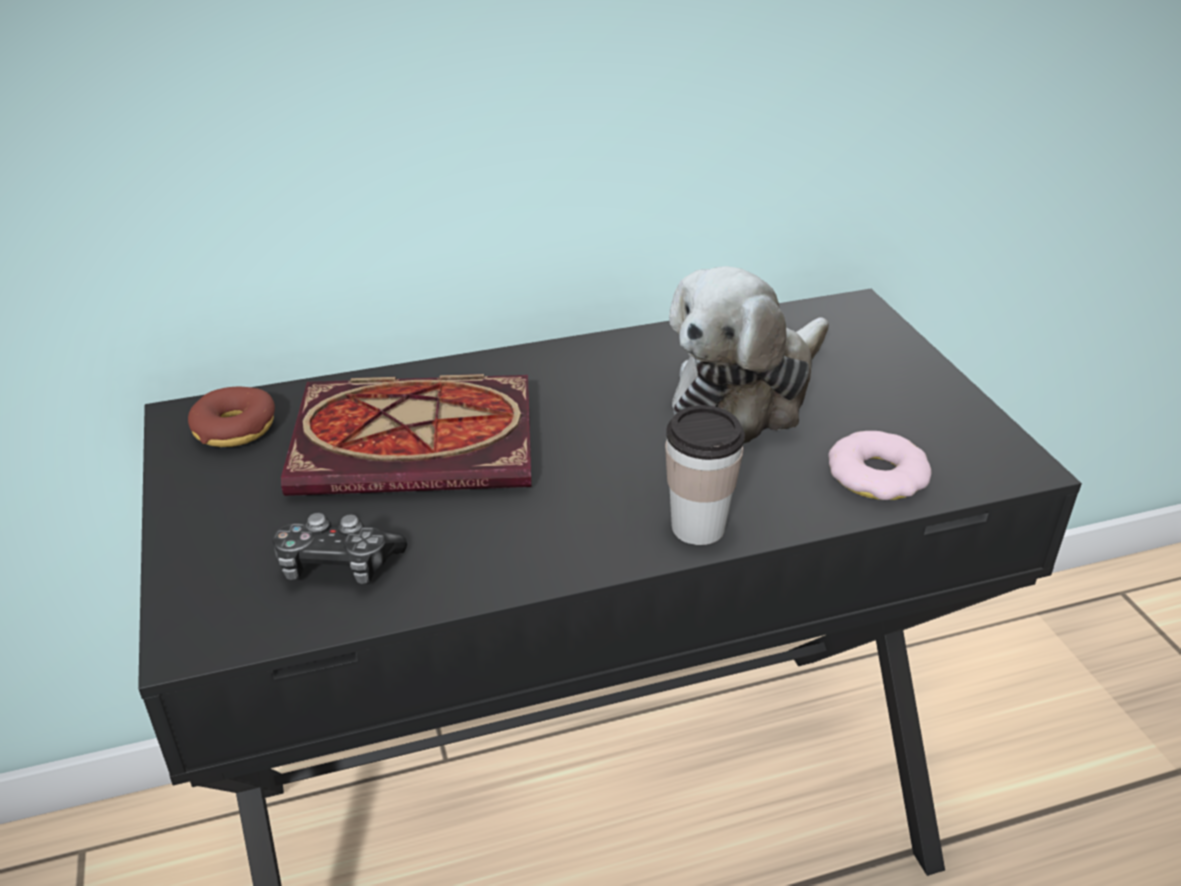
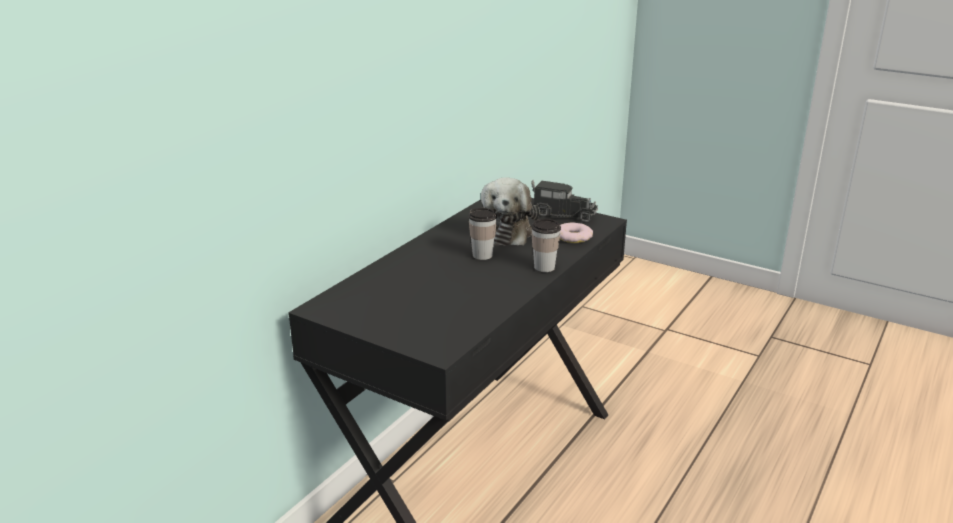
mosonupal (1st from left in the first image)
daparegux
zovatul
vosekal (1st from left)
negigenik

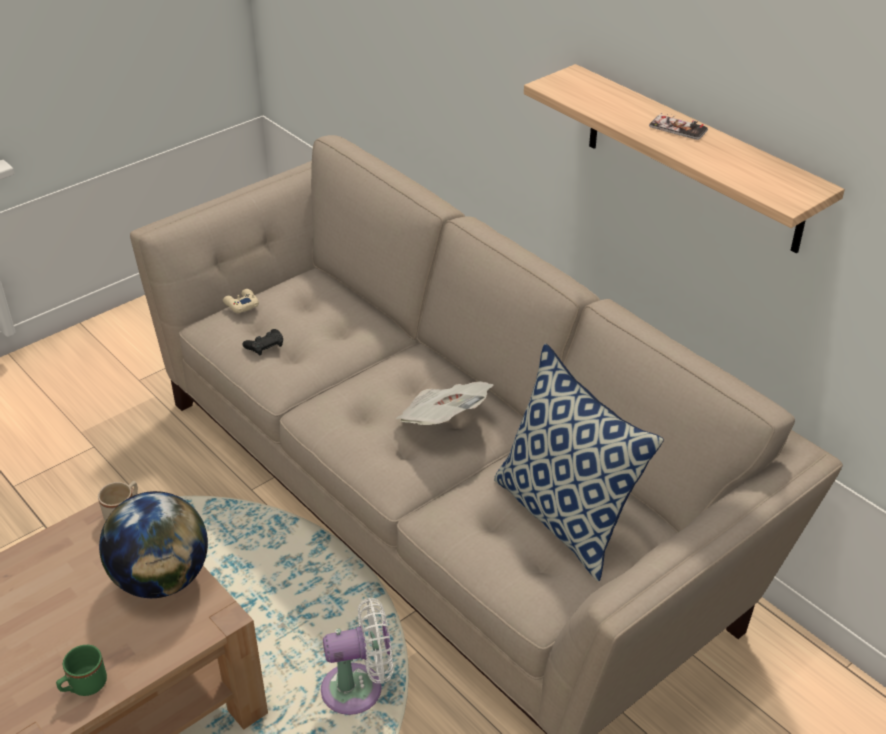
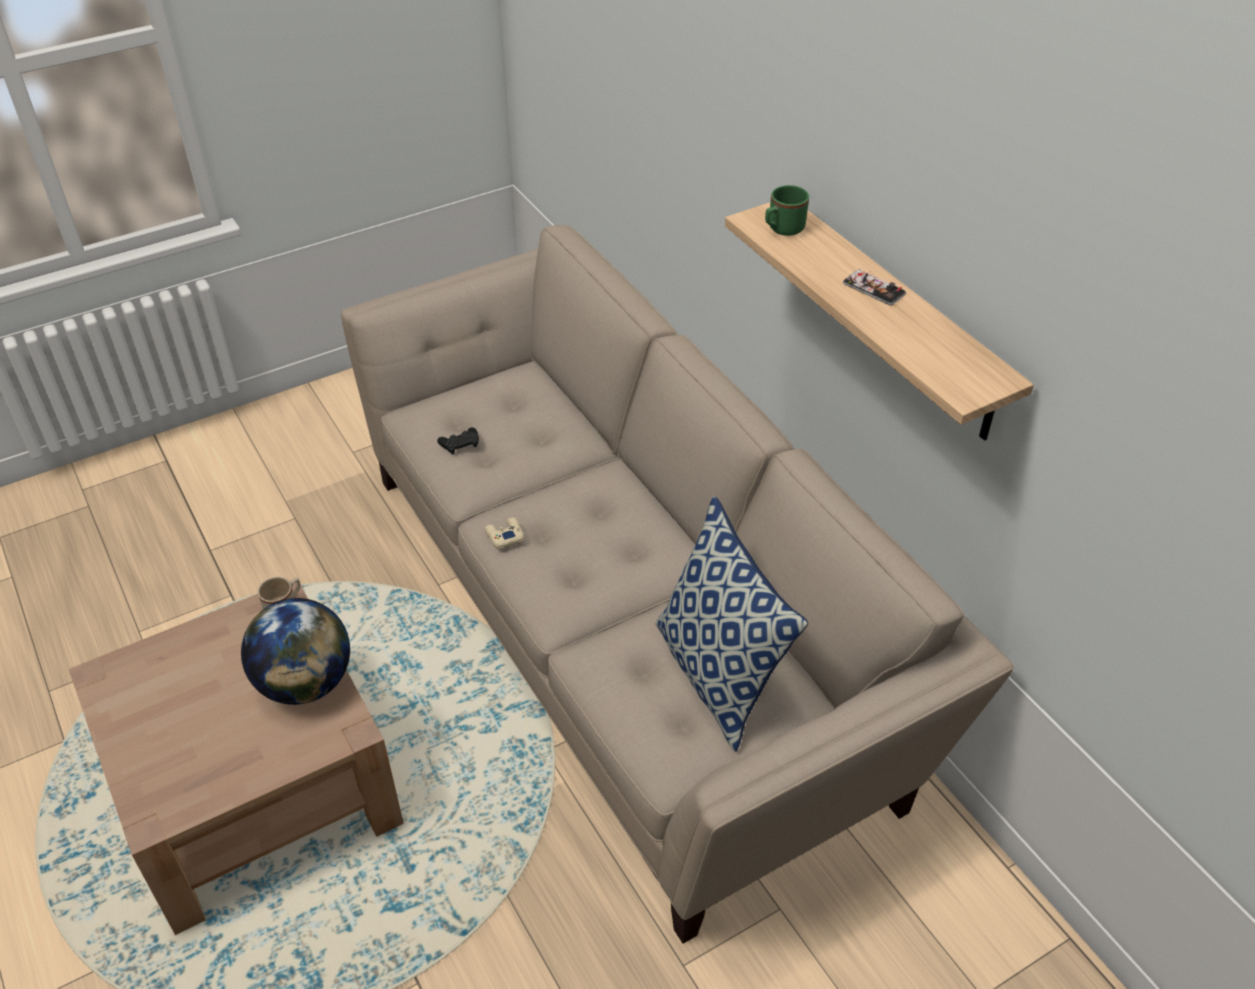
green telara
beige daparegux
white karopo
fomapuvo

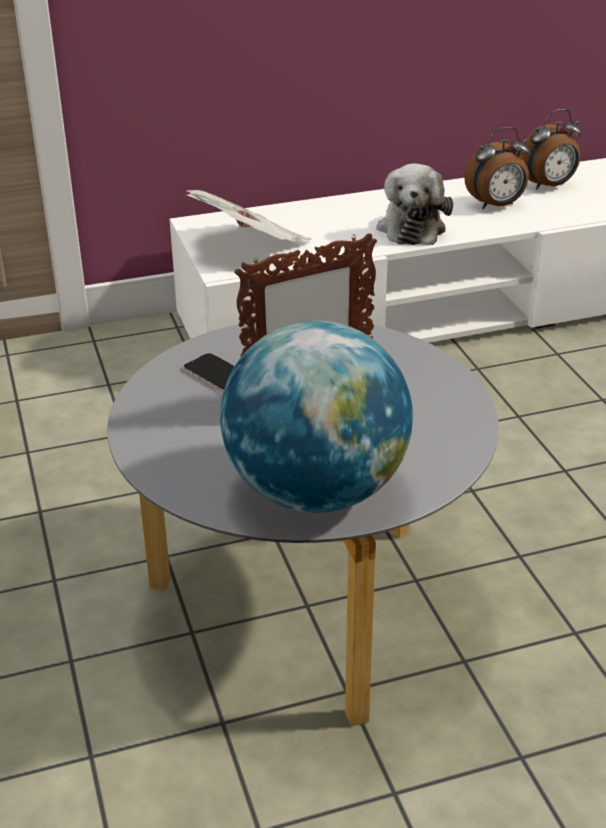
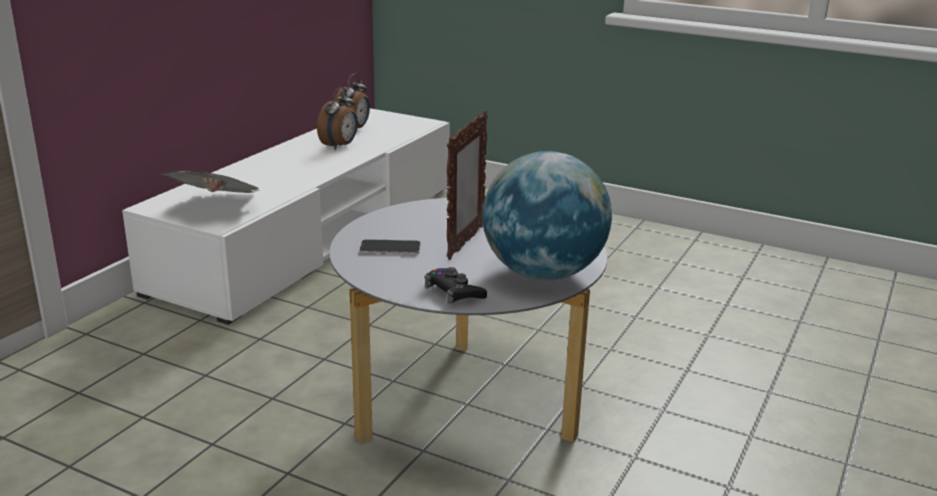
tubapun
black daparegux

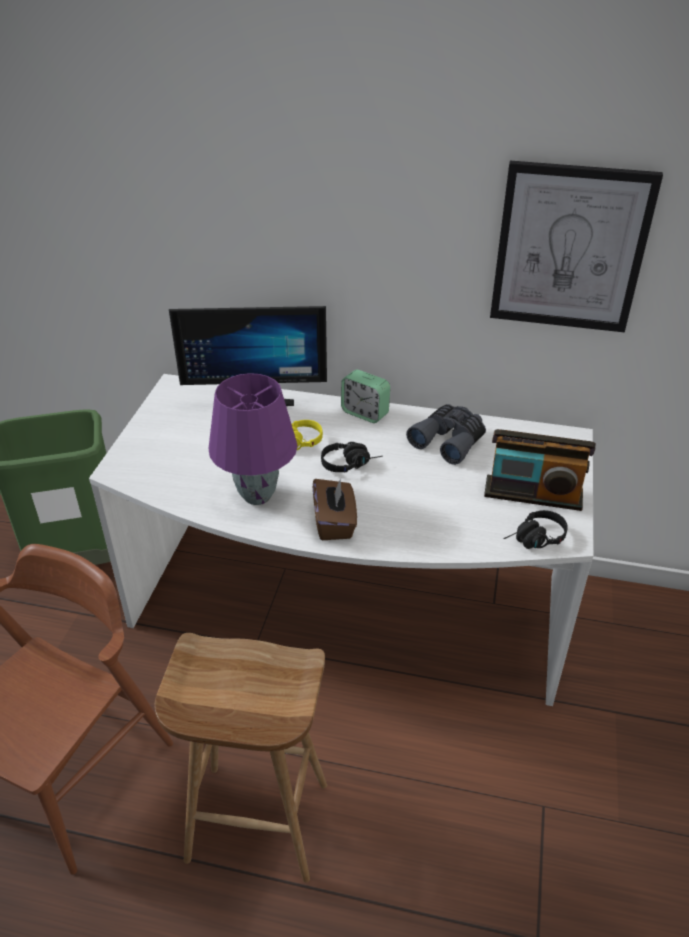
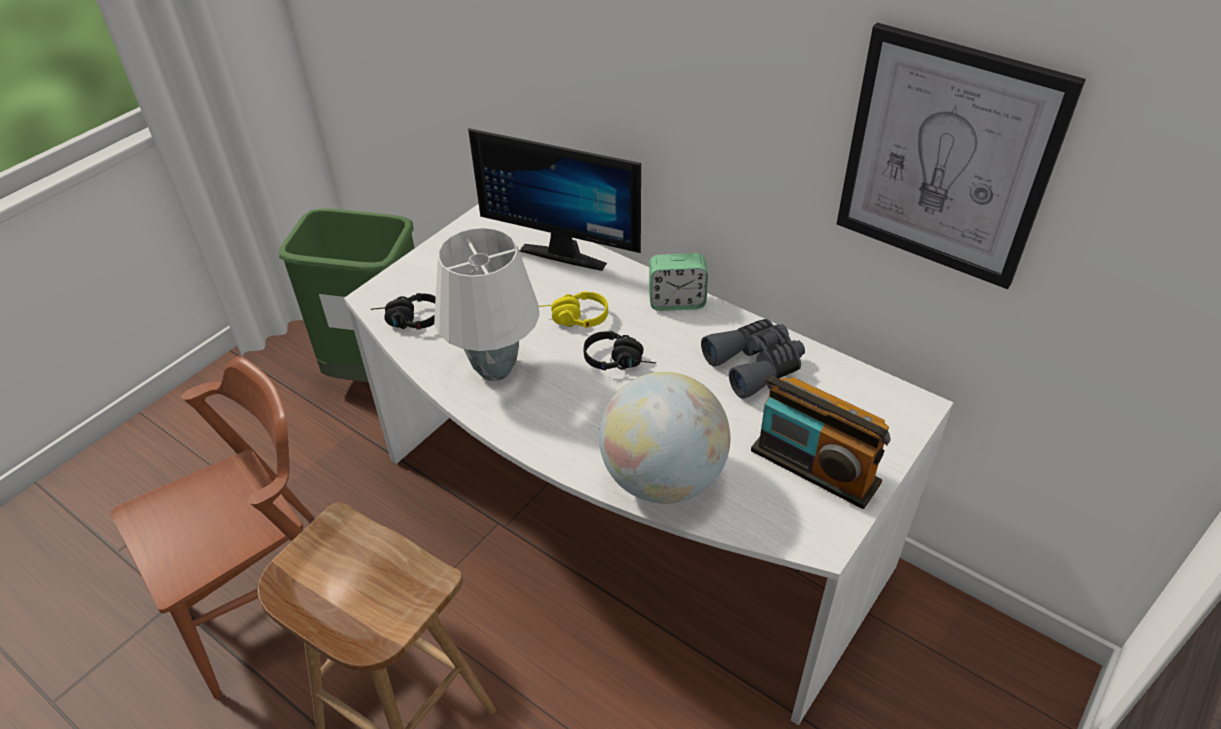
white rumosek
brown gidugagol
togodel
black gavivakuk (1st from left)
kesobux

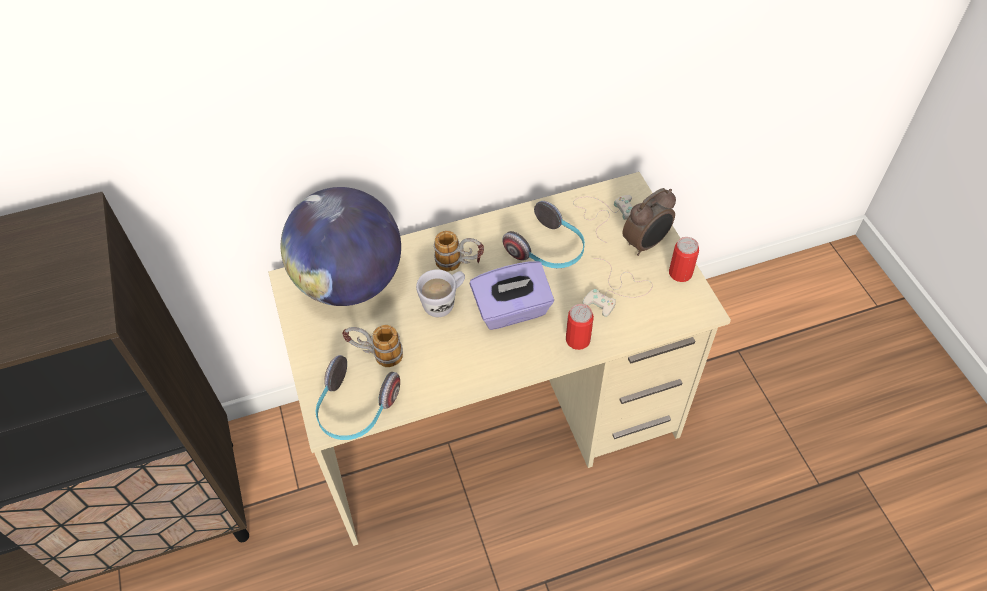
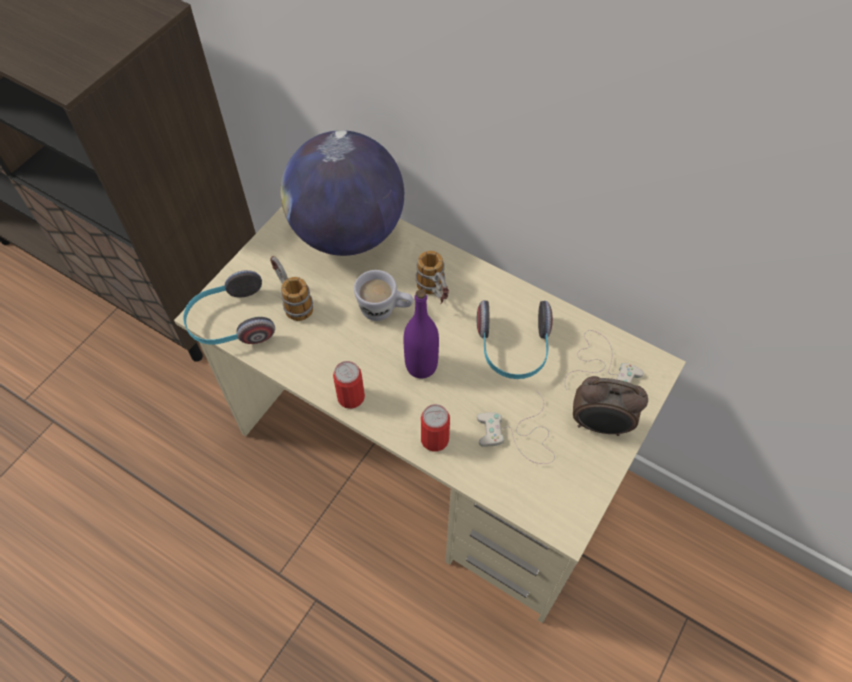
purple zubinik
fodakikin (1st from left)

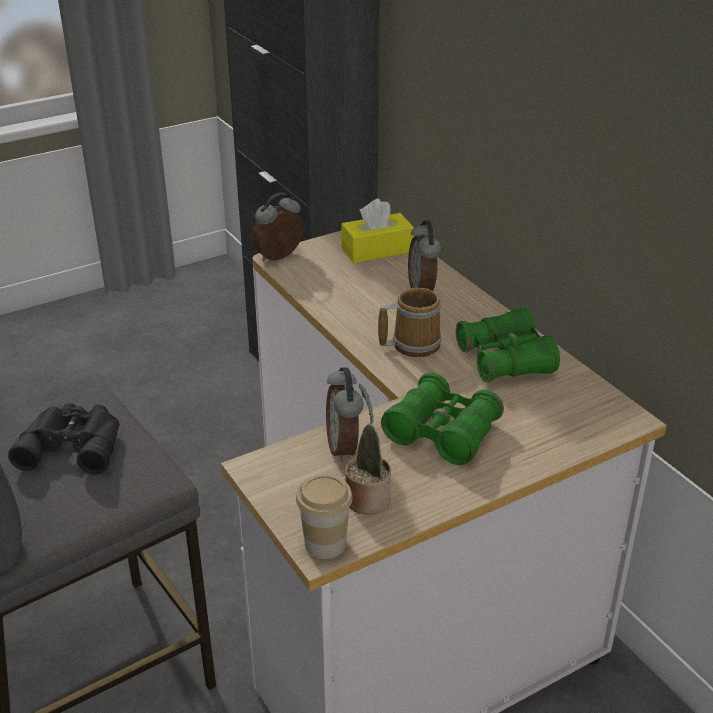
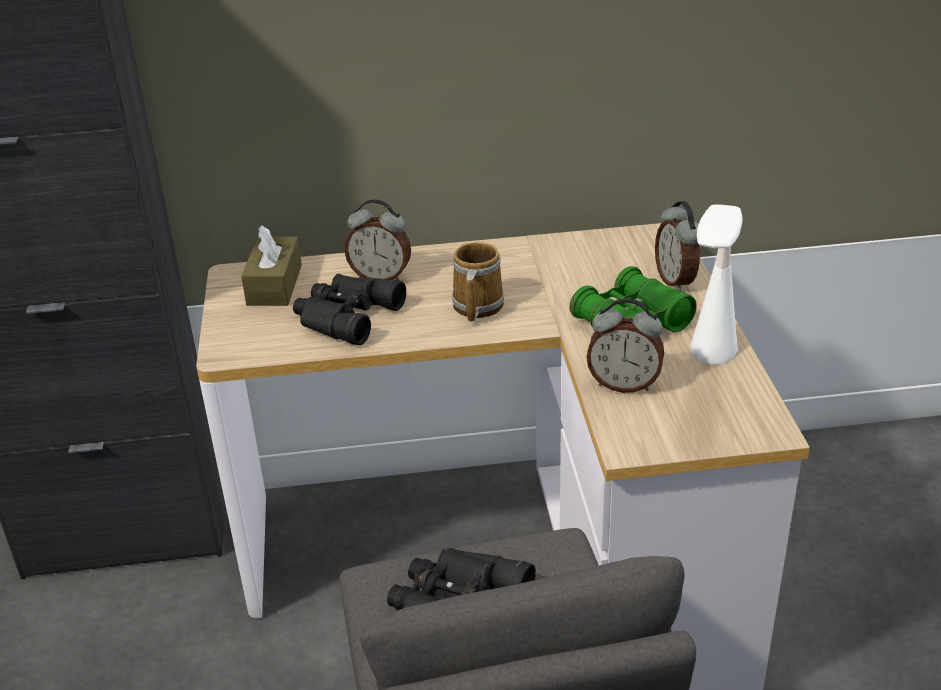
togodel (3rd from left)
vosekal
brown gidugagol
white rumosek
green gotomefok (2nd from left in the first image)
black gotomefok (1st from left)

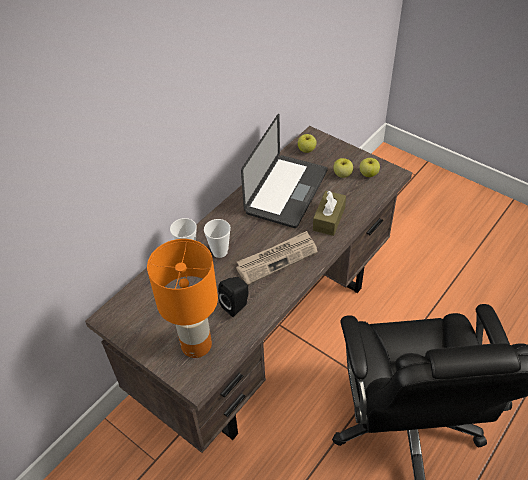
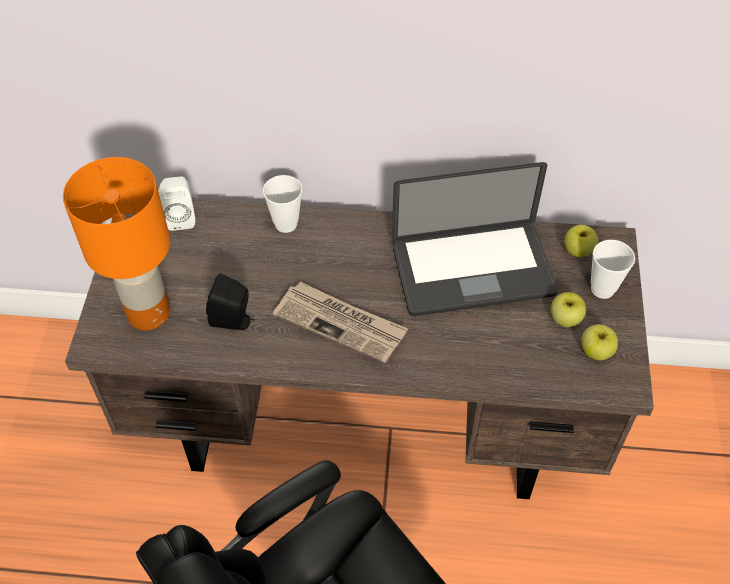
vosekal (2nd from left)
brown gidugagol
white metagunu

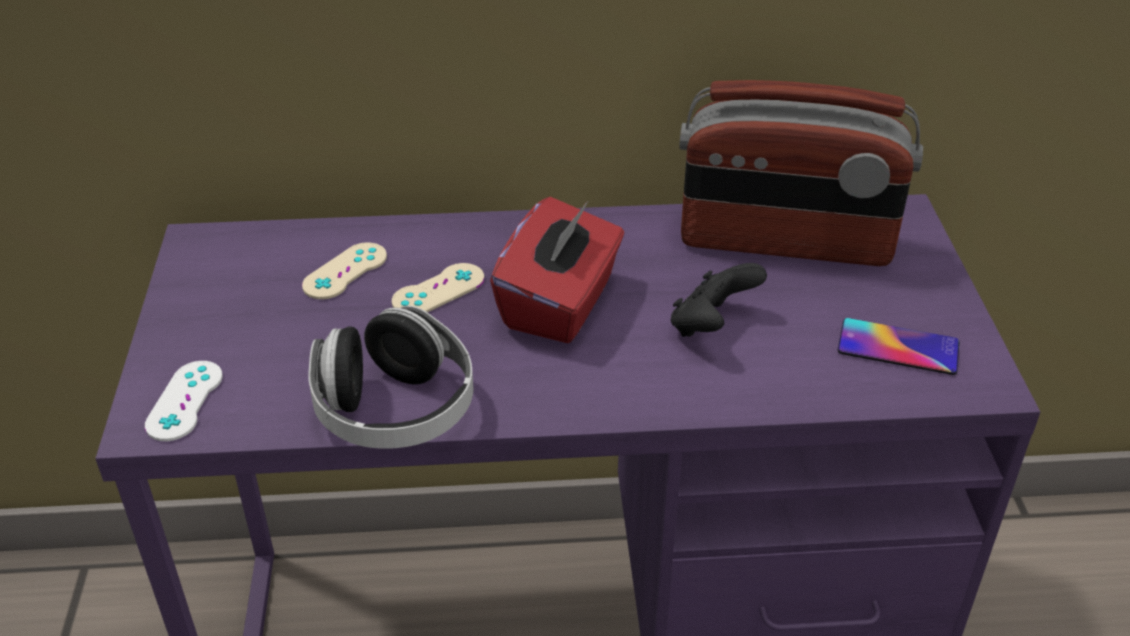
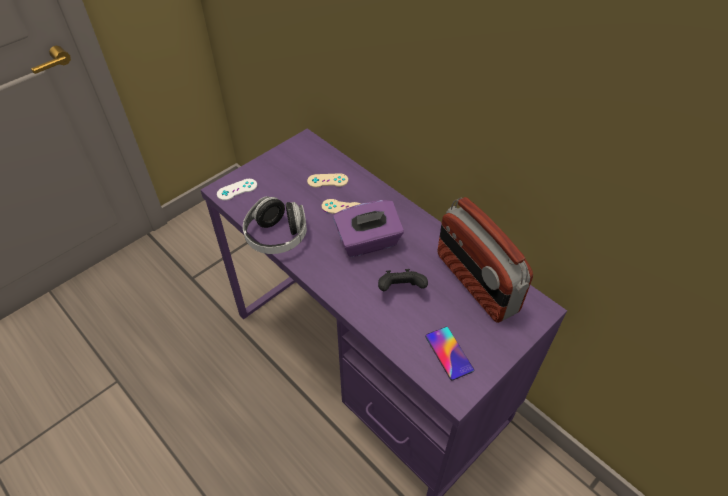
purple gidugagol

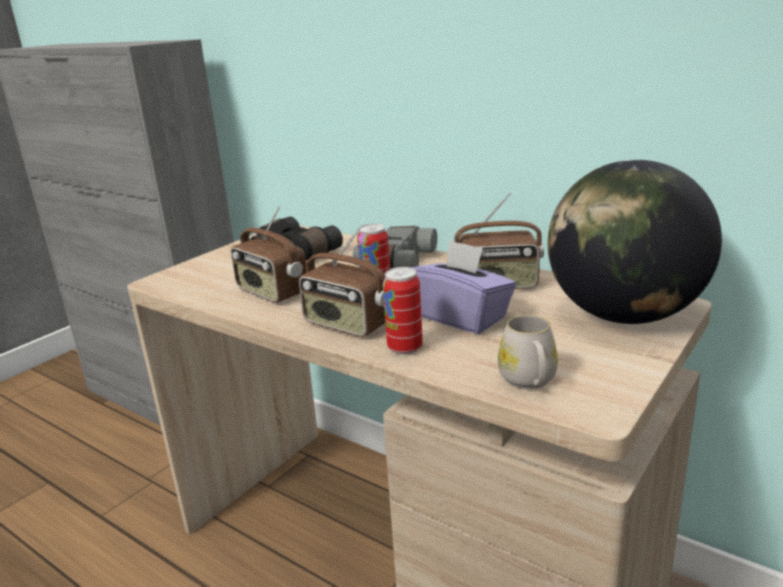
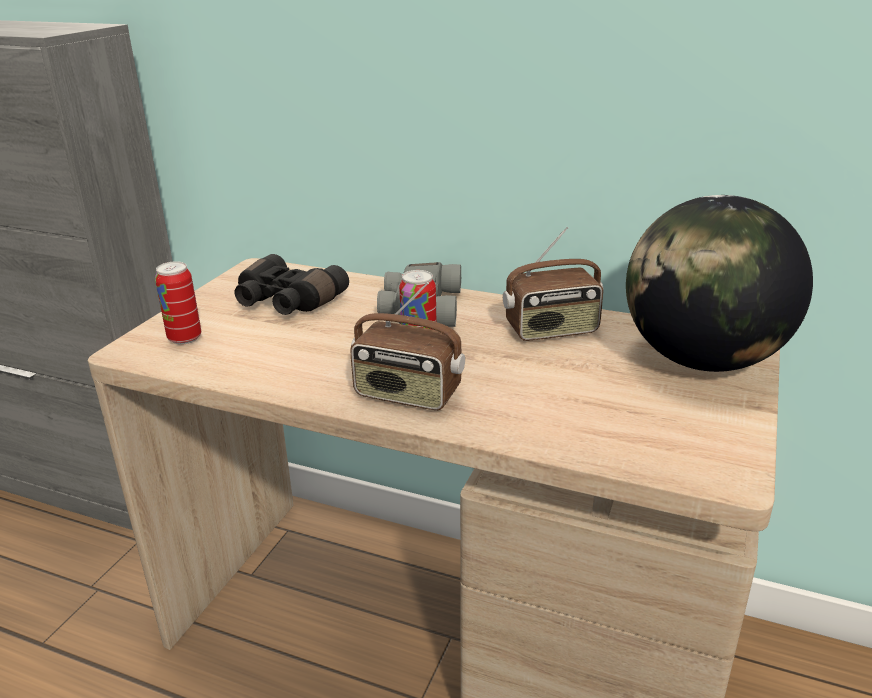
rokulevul (1st from left in the first image)
fodakikin (1st from left)
purple gidugagol
white telara

